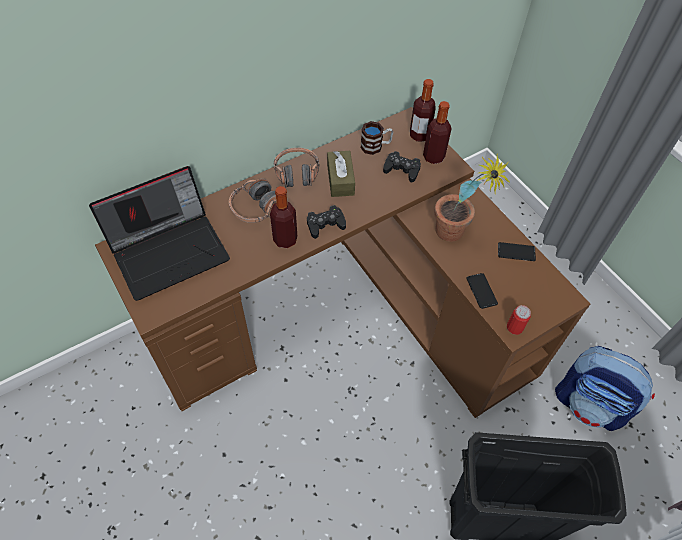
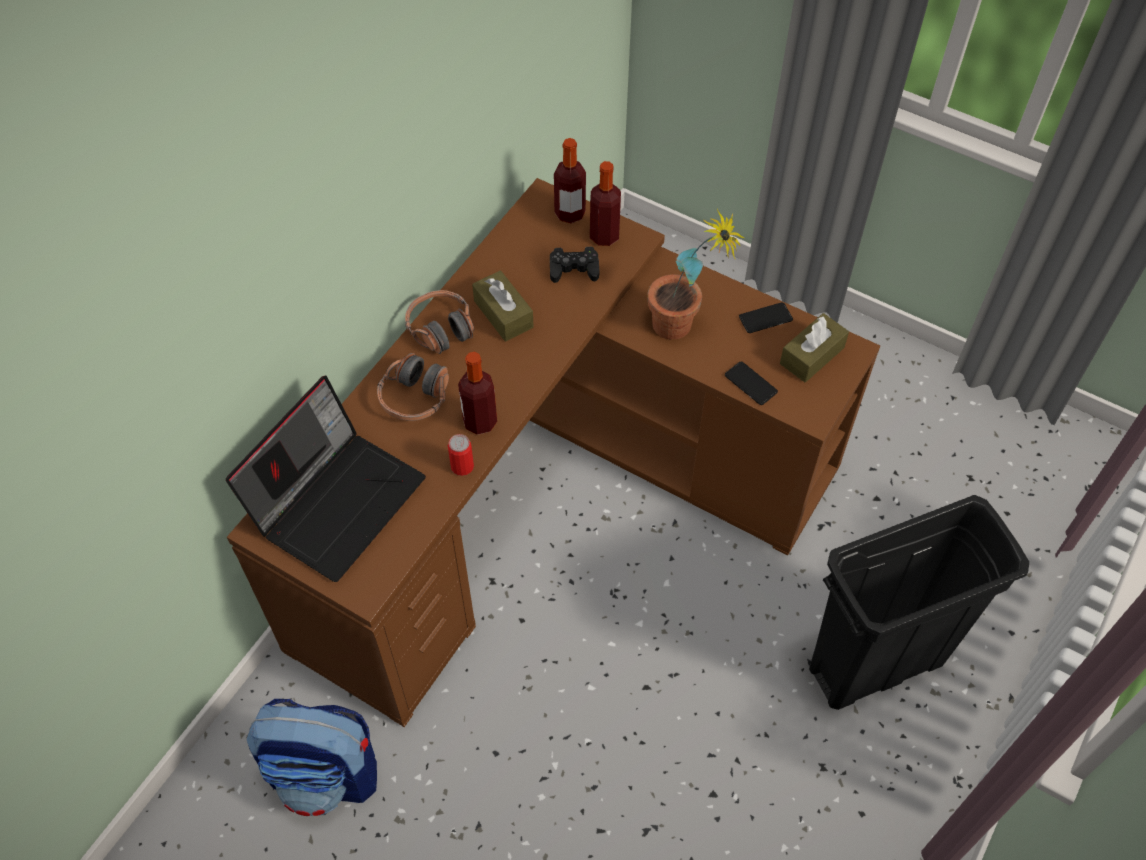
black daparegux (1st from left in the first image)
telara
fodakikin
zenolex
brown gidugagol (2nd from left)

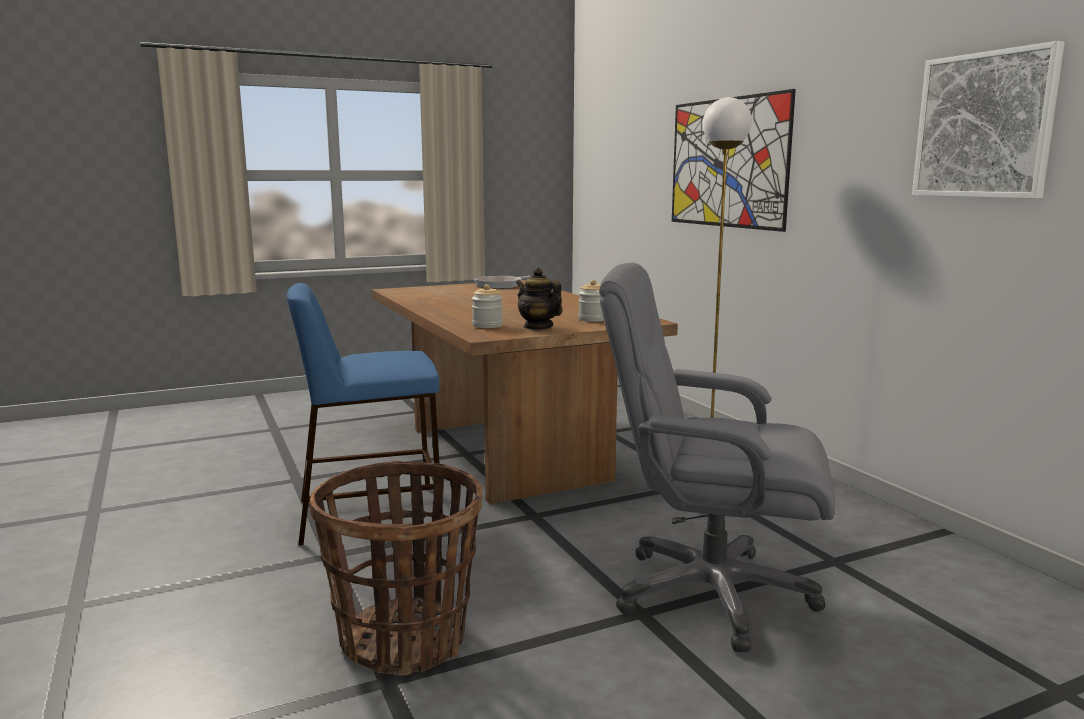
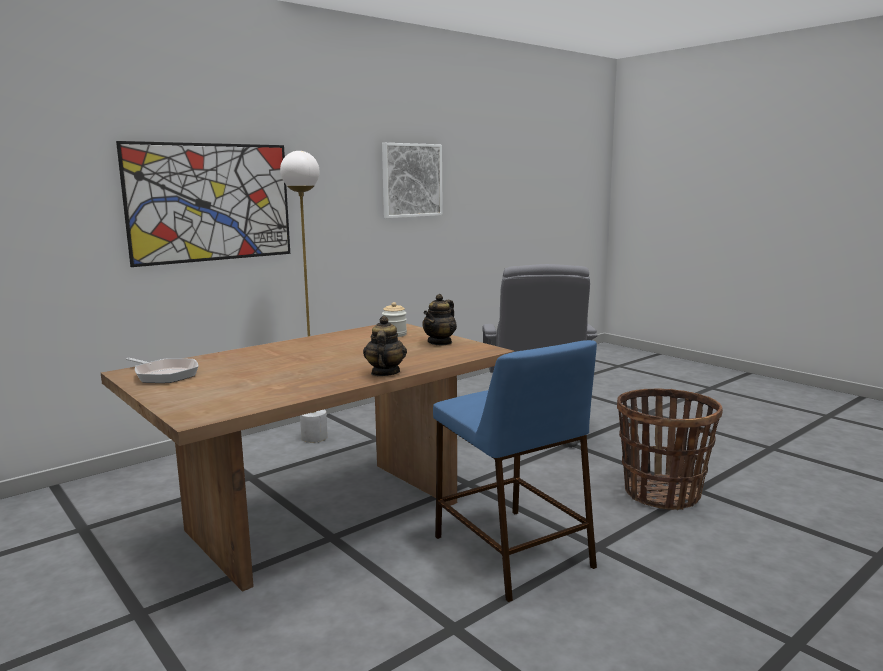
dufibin (1st from left in the first image)
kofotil (1st from left)

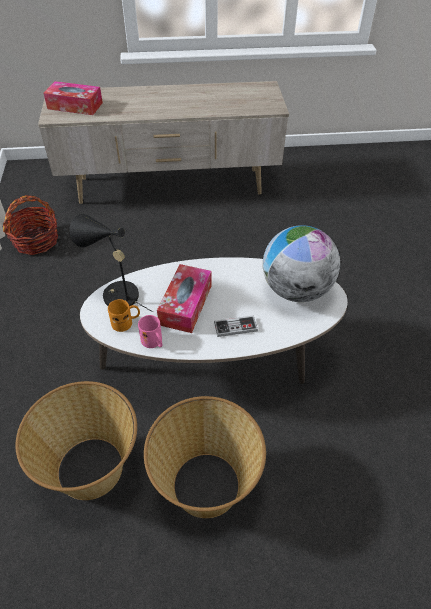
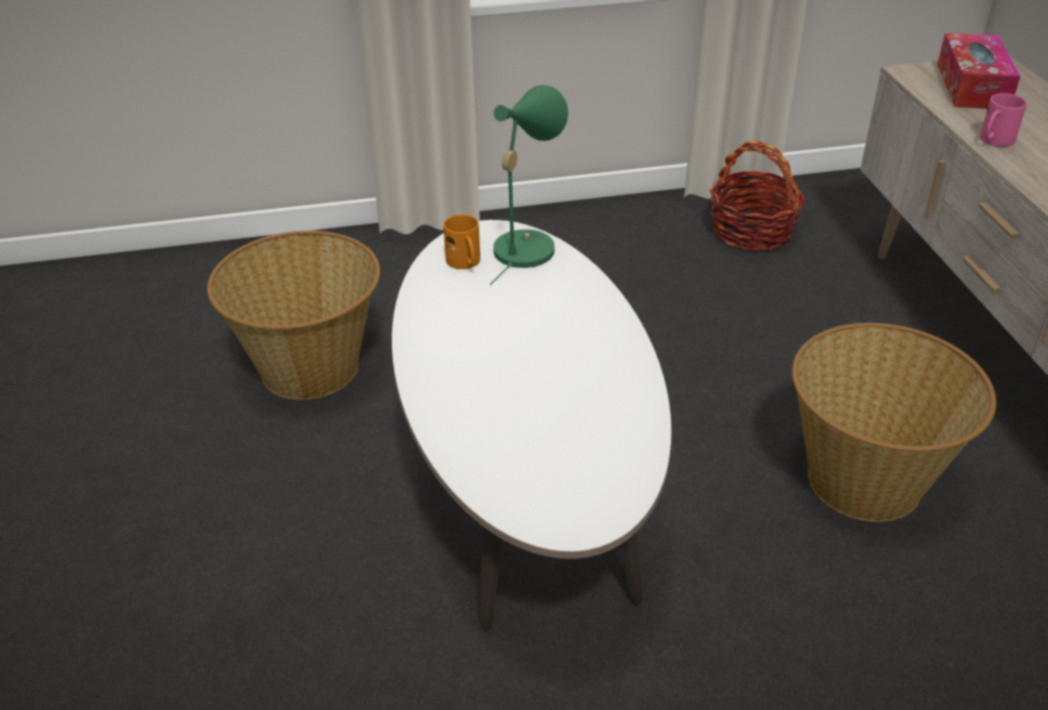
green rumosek
pink telara
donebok (3rd from left)
gidugagol (2nd from left in the first image)
daparegux
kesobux

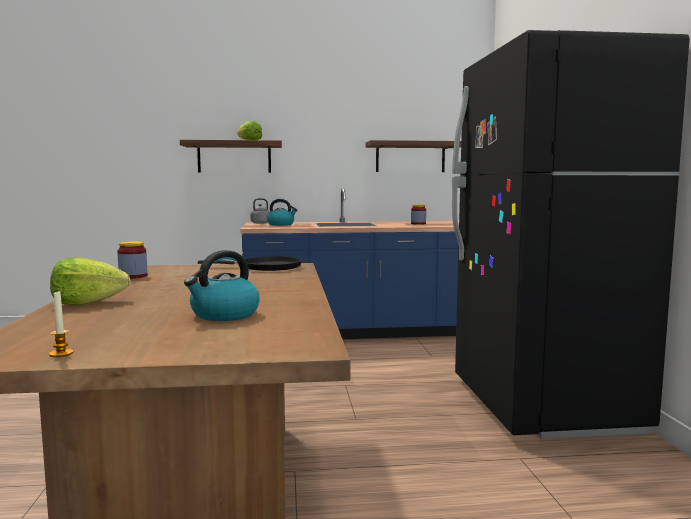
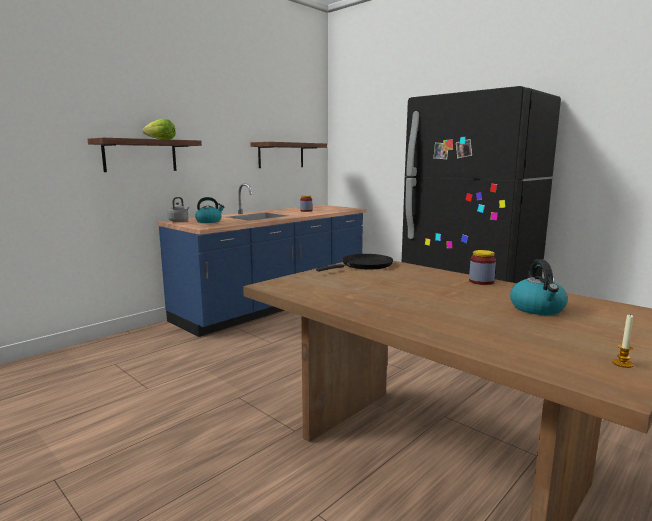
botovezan (1st from left in the first image)
dufibin (2nd from left)

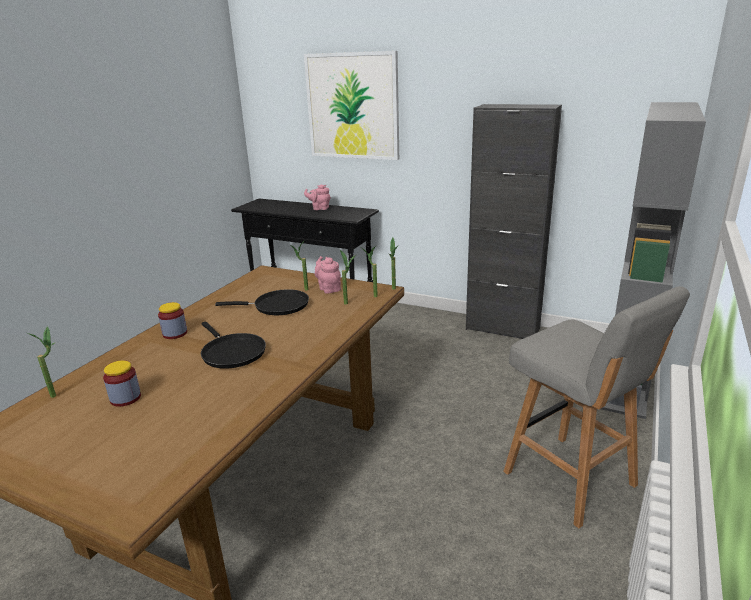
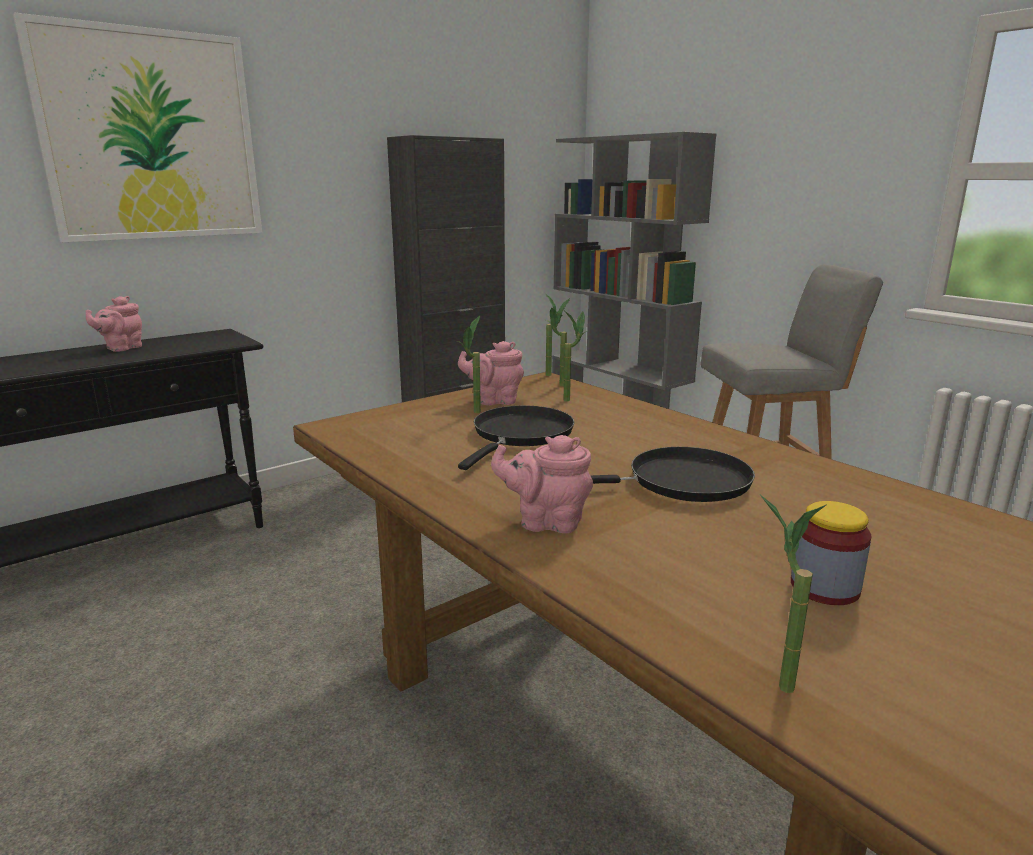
pink kofotil (3rd from left)

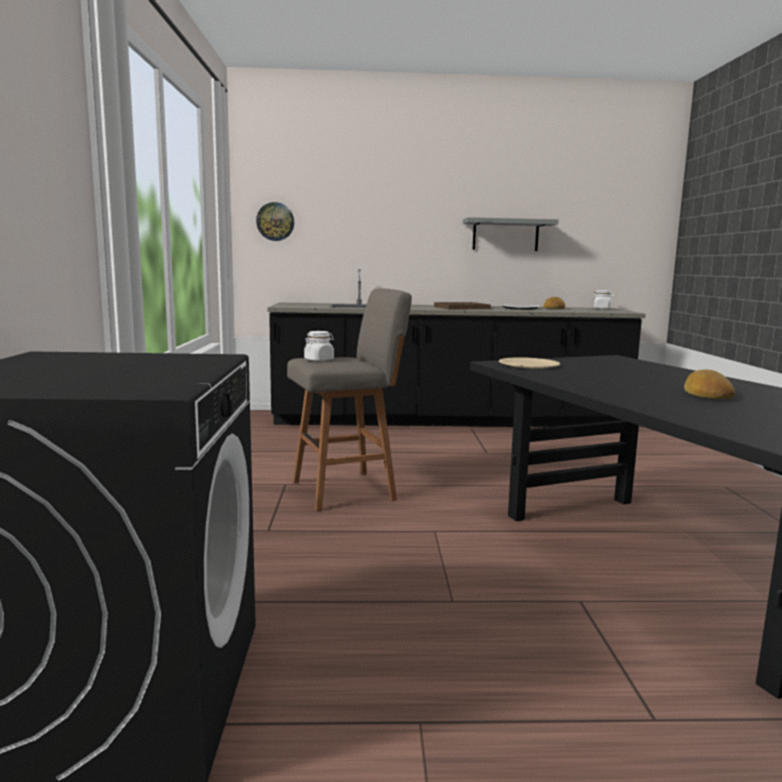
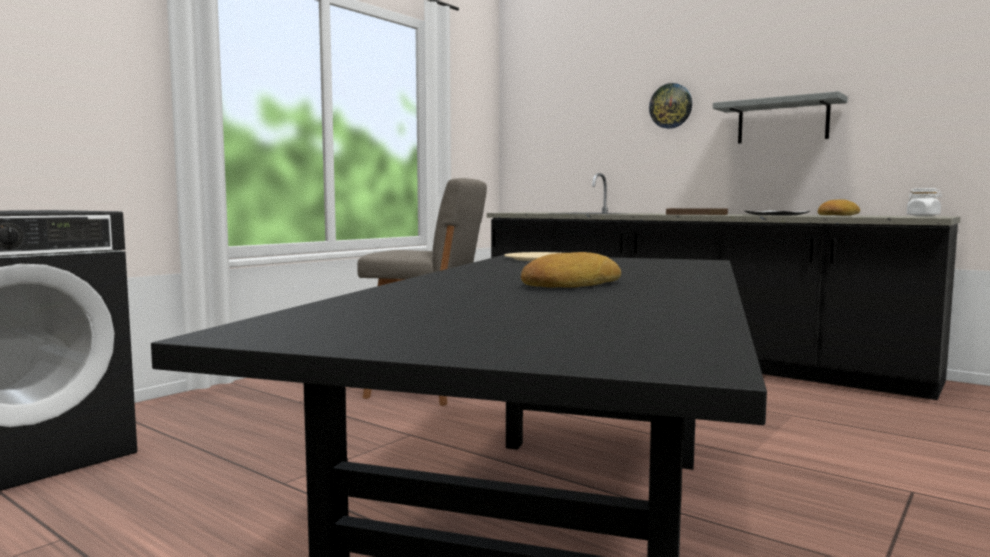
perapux
white dufibin (1st from left in the first image)

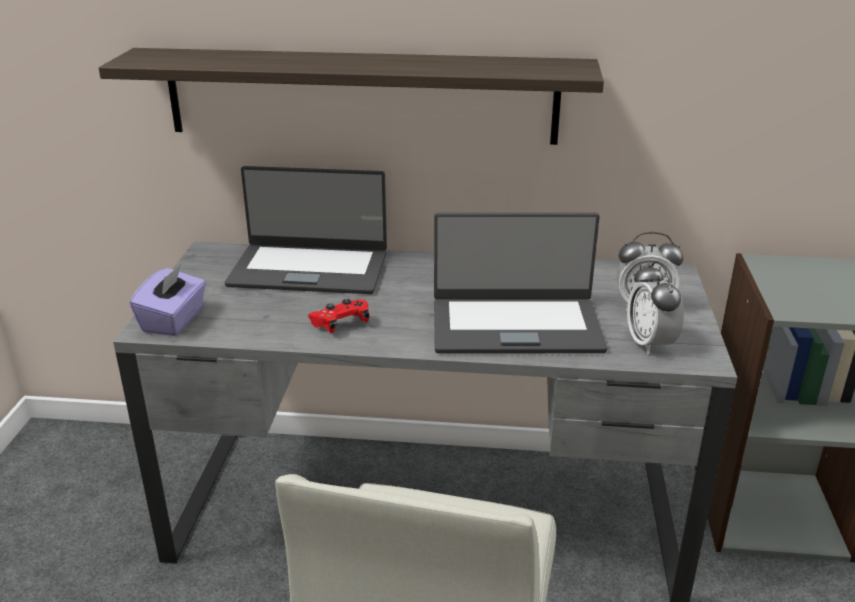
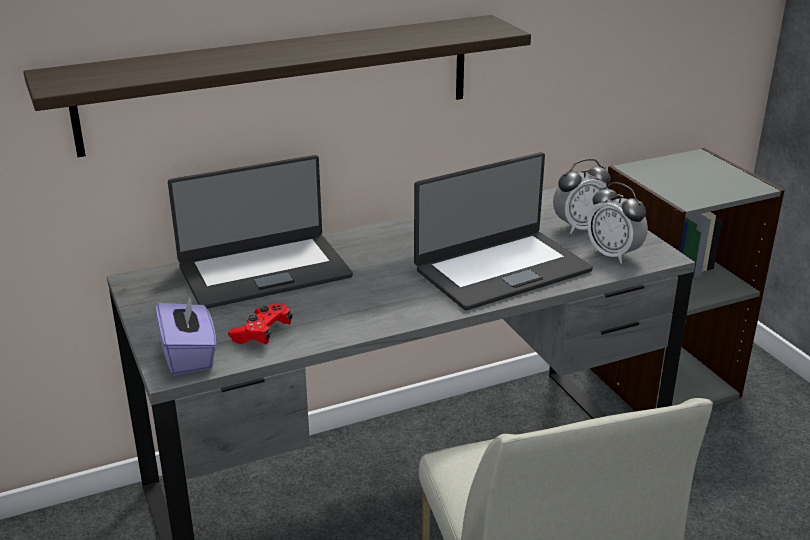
red daparegux

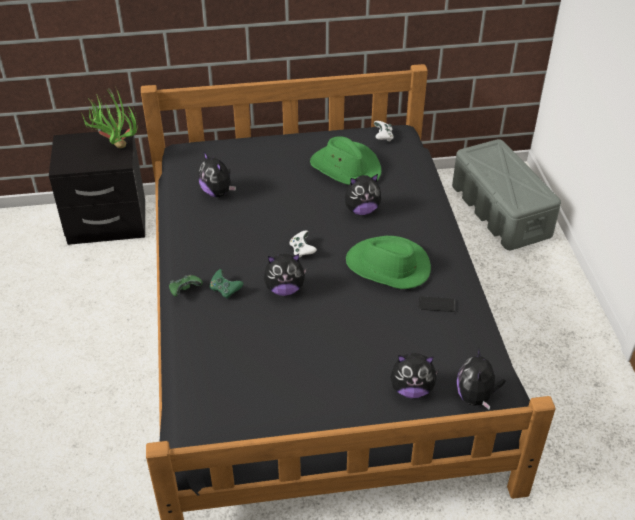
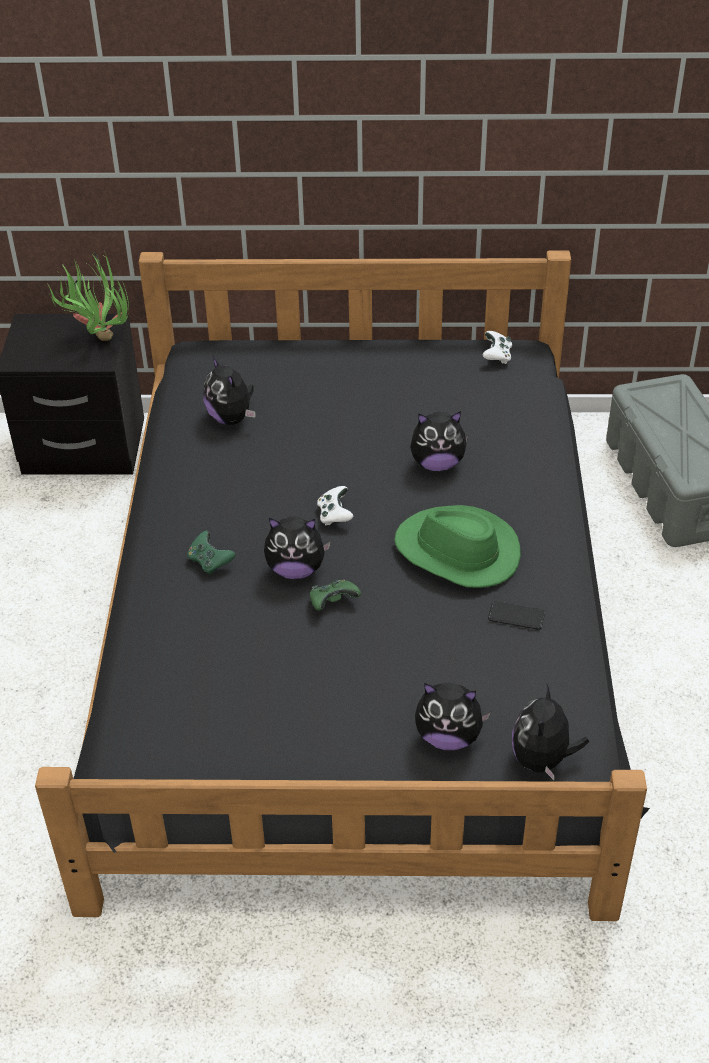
green daparegux (2nd from left)
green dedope (1st from left in the first image)

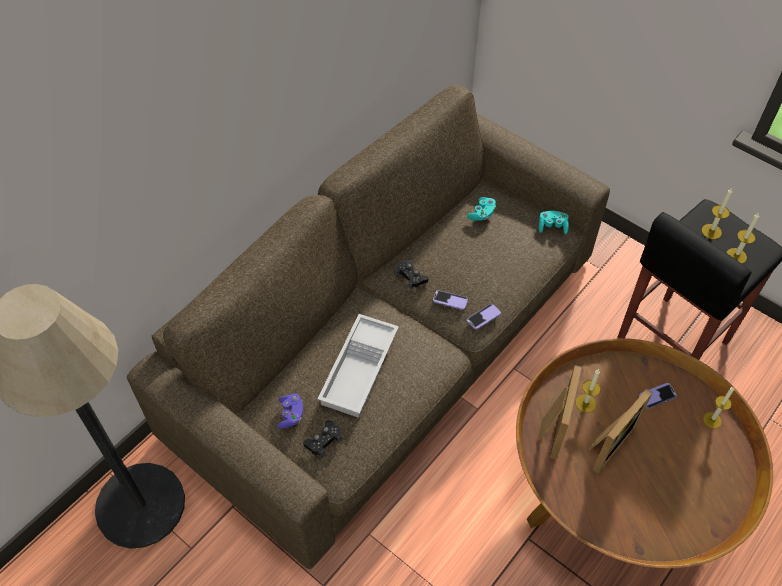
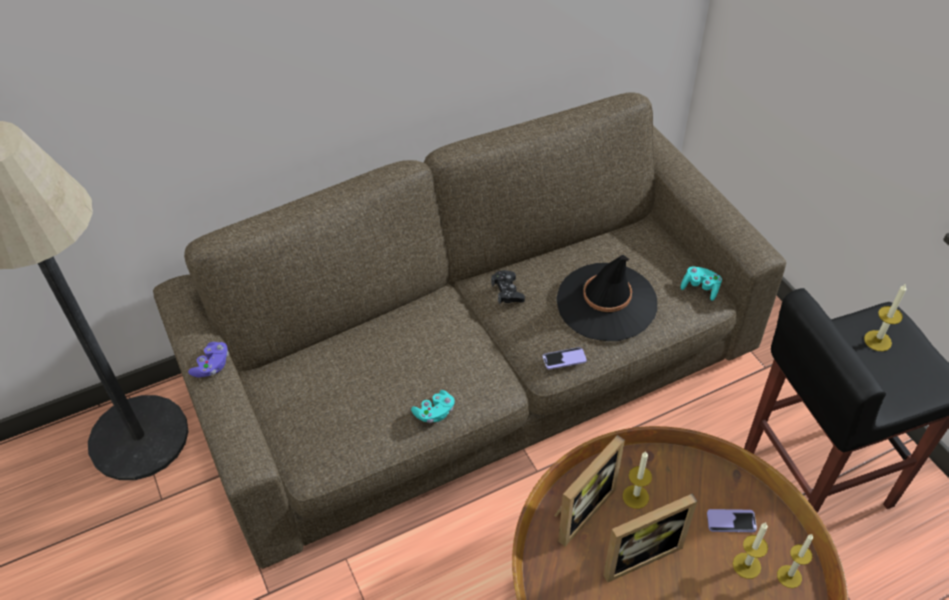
purple daparegux
black daparegux (1st from left in the first image)
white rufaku
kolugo (1st from left in the first image)
turquoise daparegux (1st from left)
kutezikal (2nd from left)
black dedope

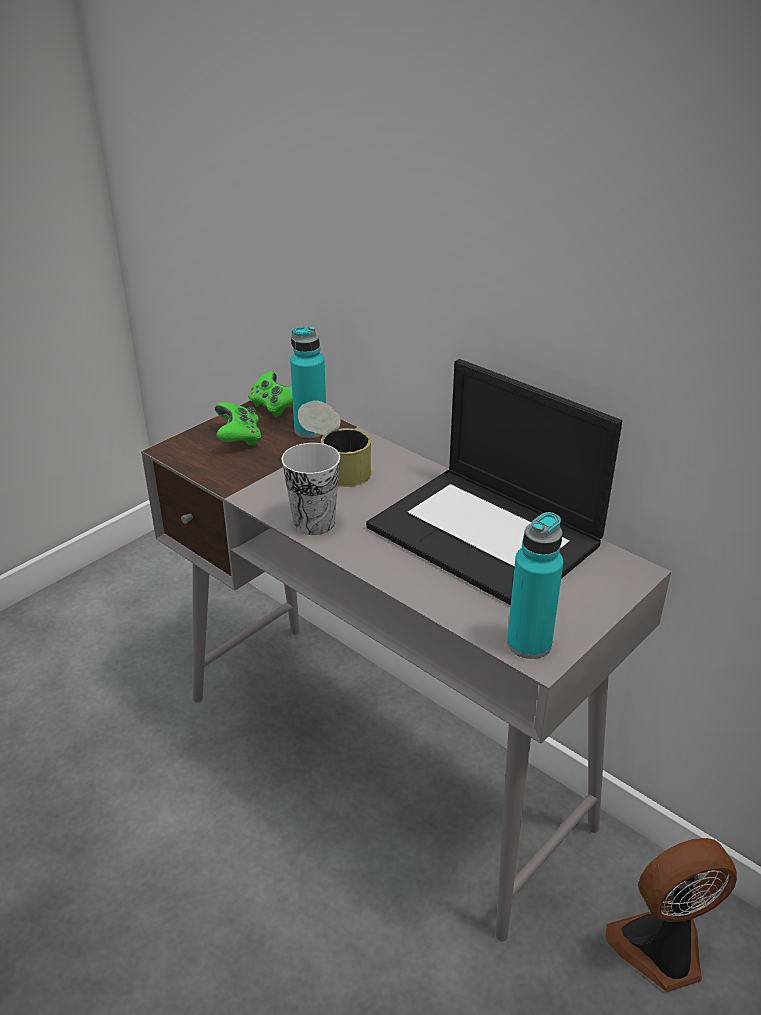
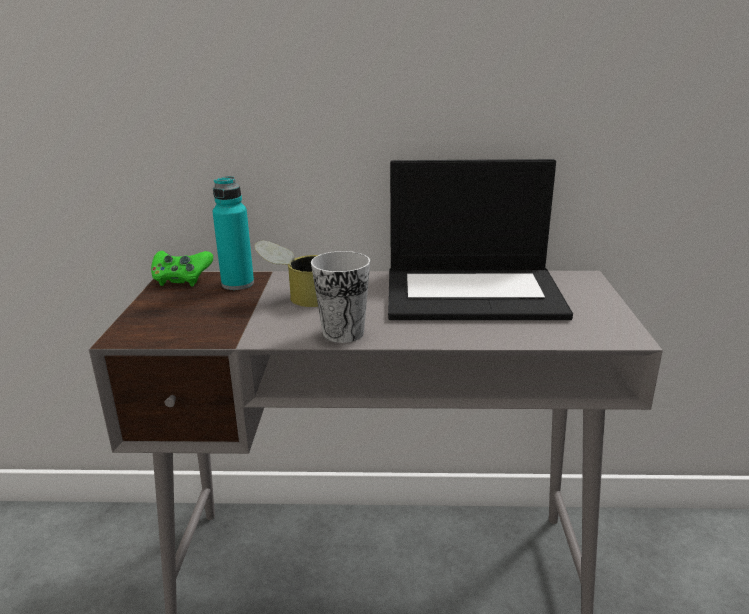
green daparegux (1st from left in the first image)
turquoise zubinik (2nd from left in the first image)
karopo

